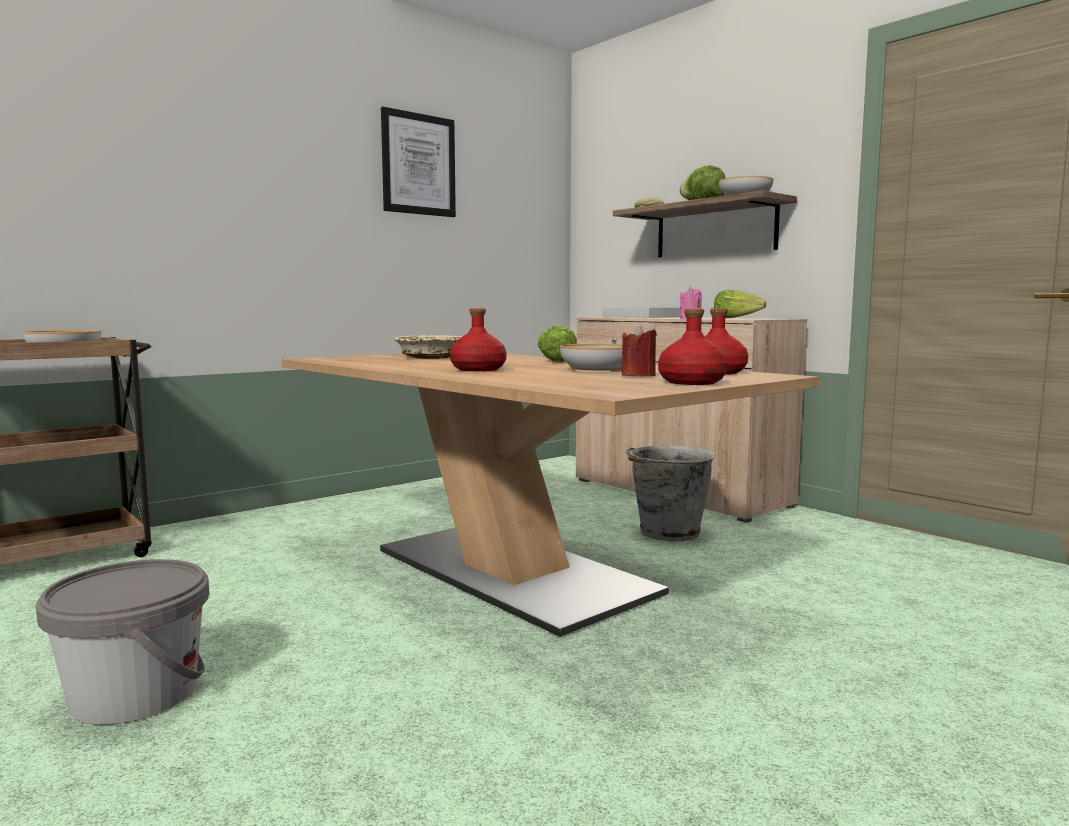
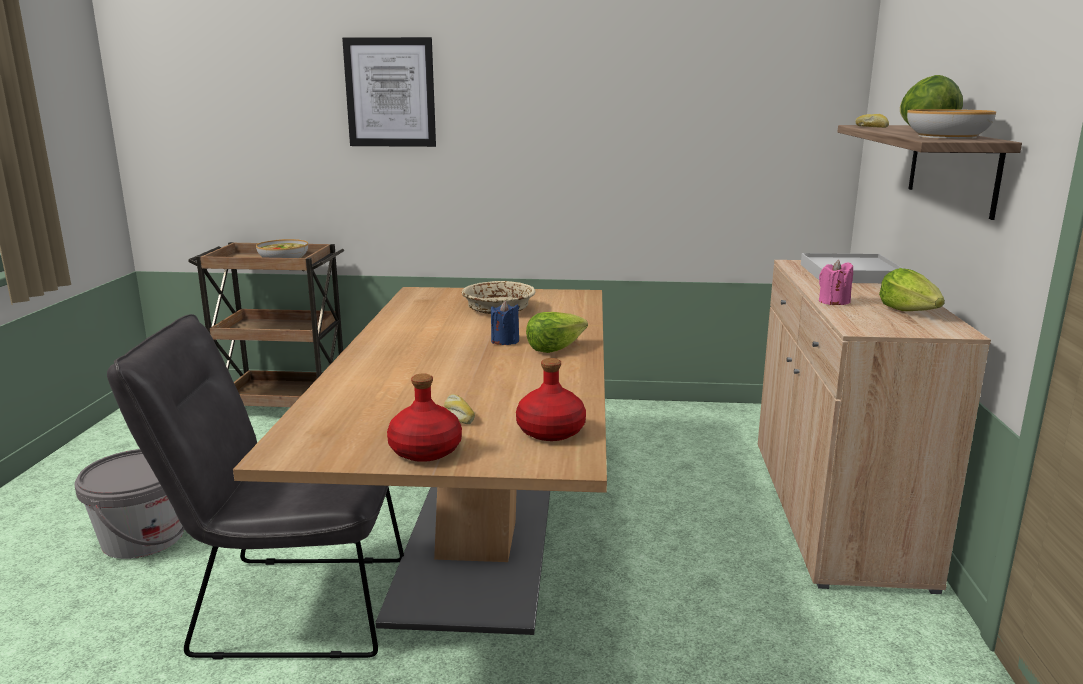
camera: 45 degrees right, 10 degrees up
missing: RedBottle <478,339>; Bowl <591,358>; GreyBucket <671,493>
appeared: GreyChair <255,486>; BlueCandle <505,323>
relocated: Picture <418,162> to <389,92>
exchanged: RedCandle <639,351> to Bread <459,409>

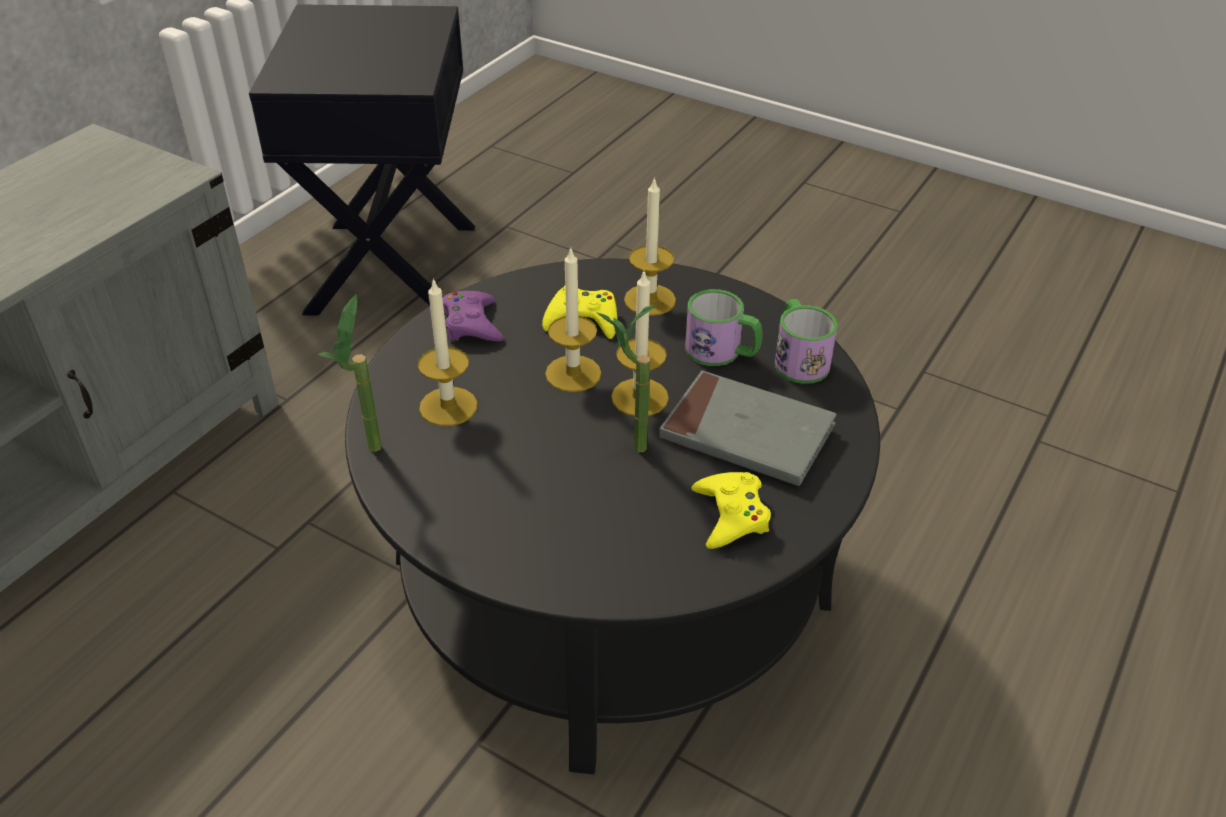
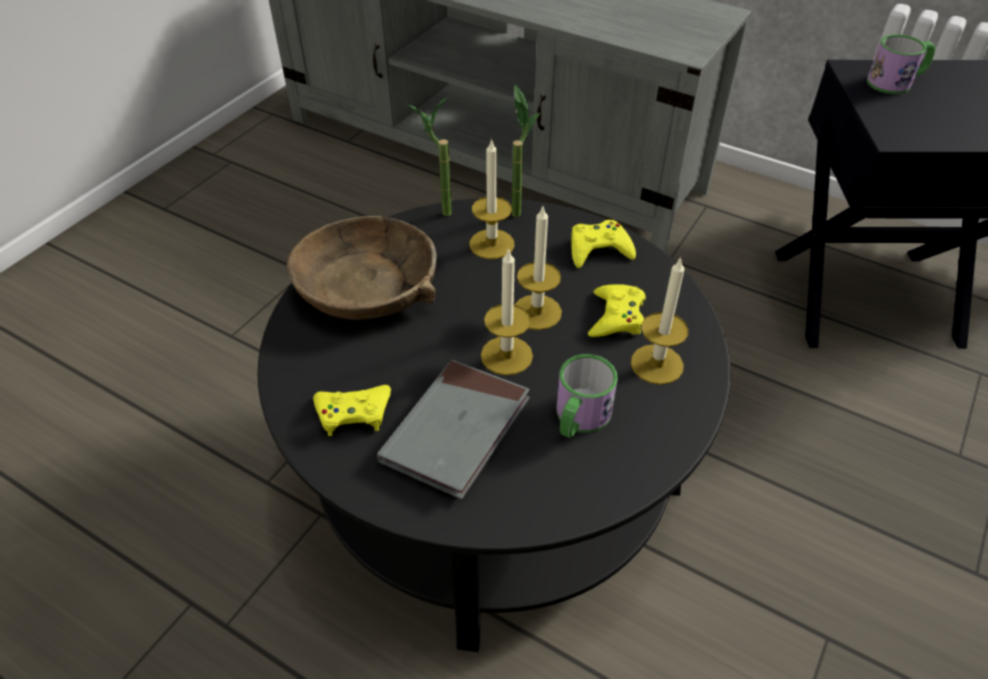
camera: 90 degrees right, 5 degrees up
appeared: BrownBowl <362,268>
relocated: PottedPlant <626,378> to <526,151>; Mug <806,341> to <901,64>
colour: PurpleGameController <473,316> to YellowGameController <603,244>

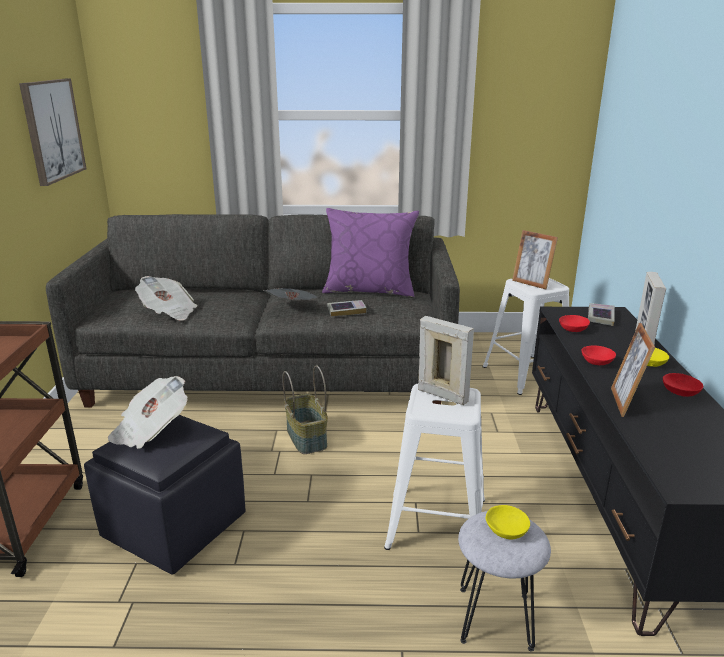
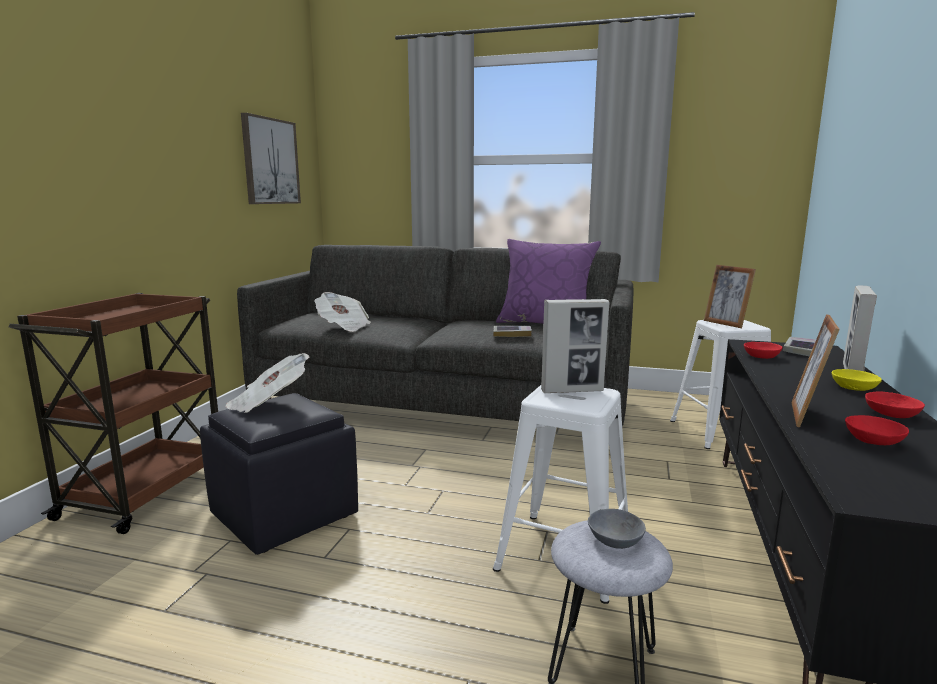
camera: 15 degrees right, 10 degrees down
missing: Newspaper <290,294>; Basket <305,409>
relocated: RedBowl <598,355> to <877,430>
colour: YellowBowl <508,522> to GreyBowl <617,529>
spun: PictureFrame <446,360> = <575,346> 120 degrees clockwise

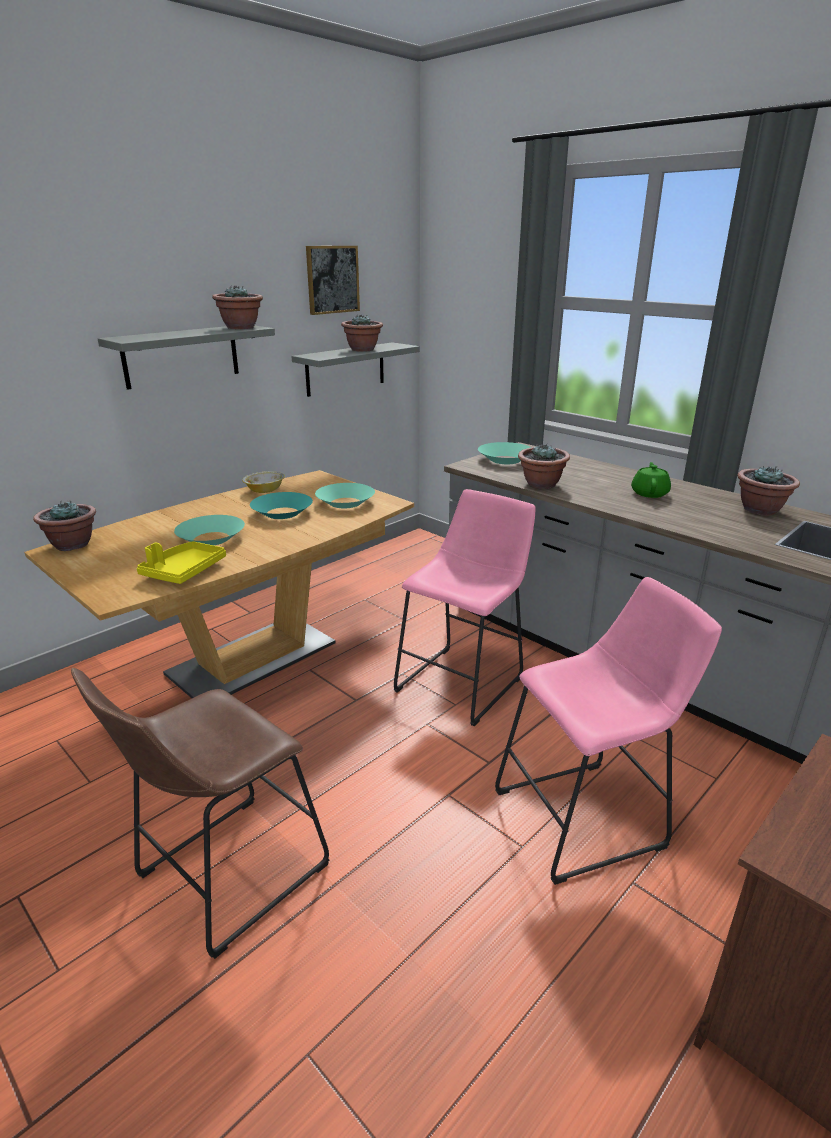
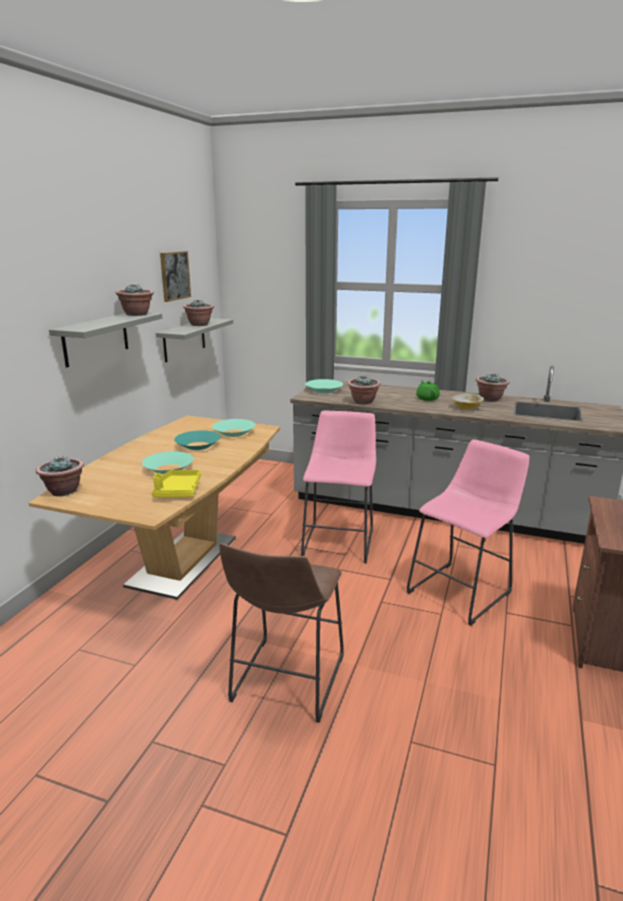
camera: 25 degrees left, 5 degrees down
relocated: Bowl <263,482> to <468,401>

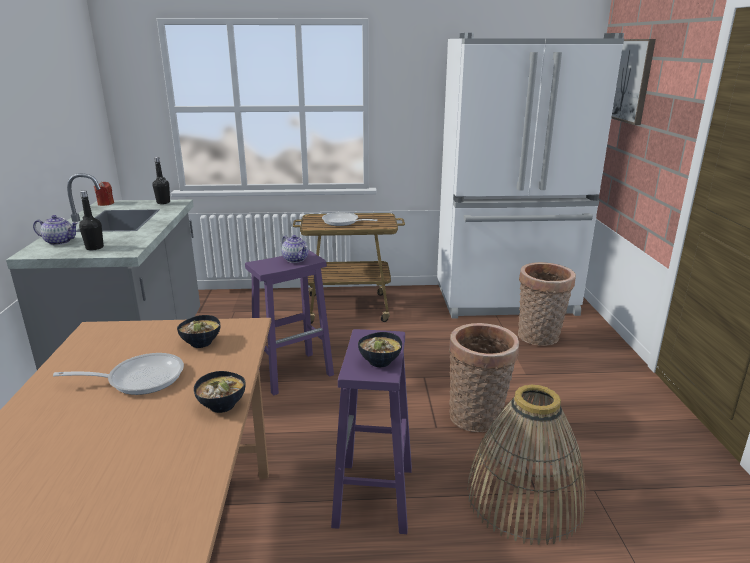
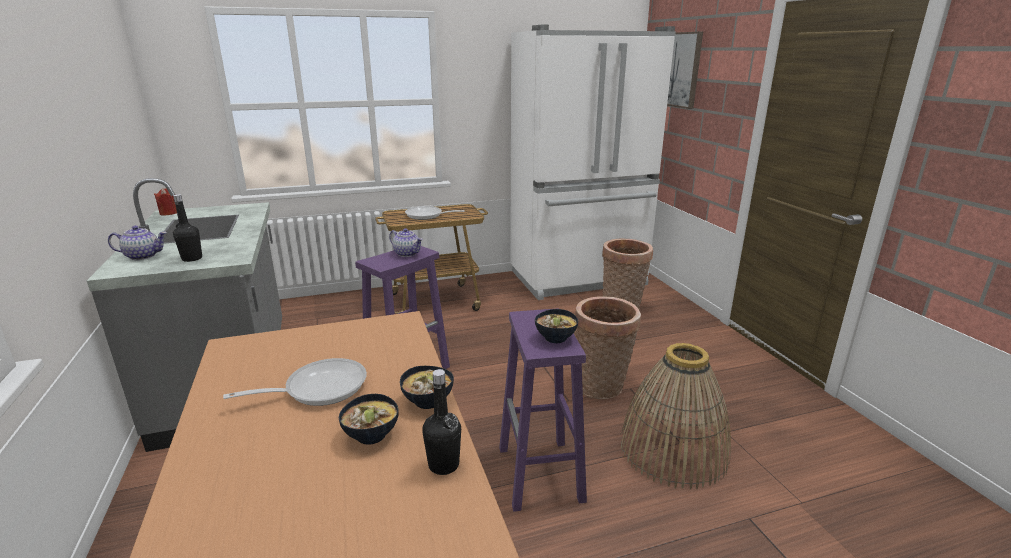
camera: 15 degrees left, 0 degrees up
relocated: BlackBottle <161,180> to <441,422>; Bowl <198,331> to <369,419>

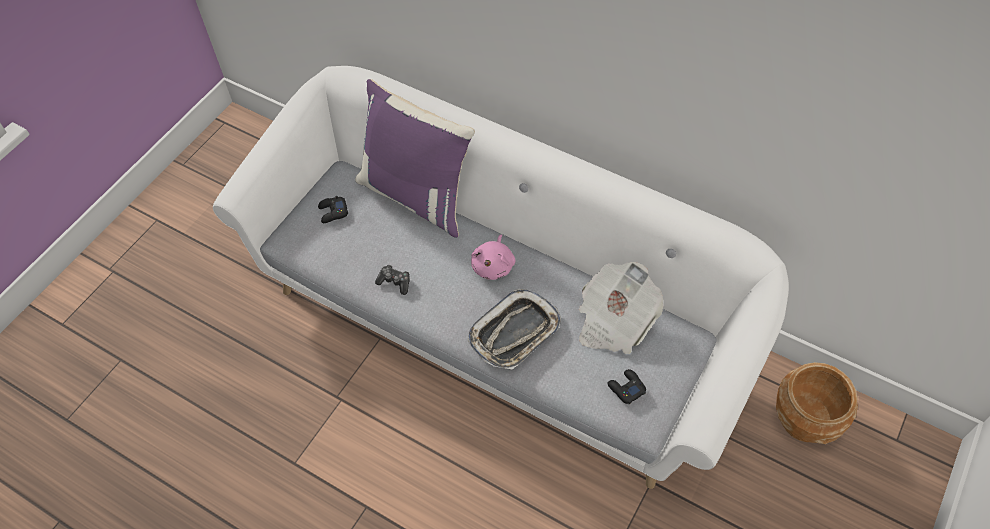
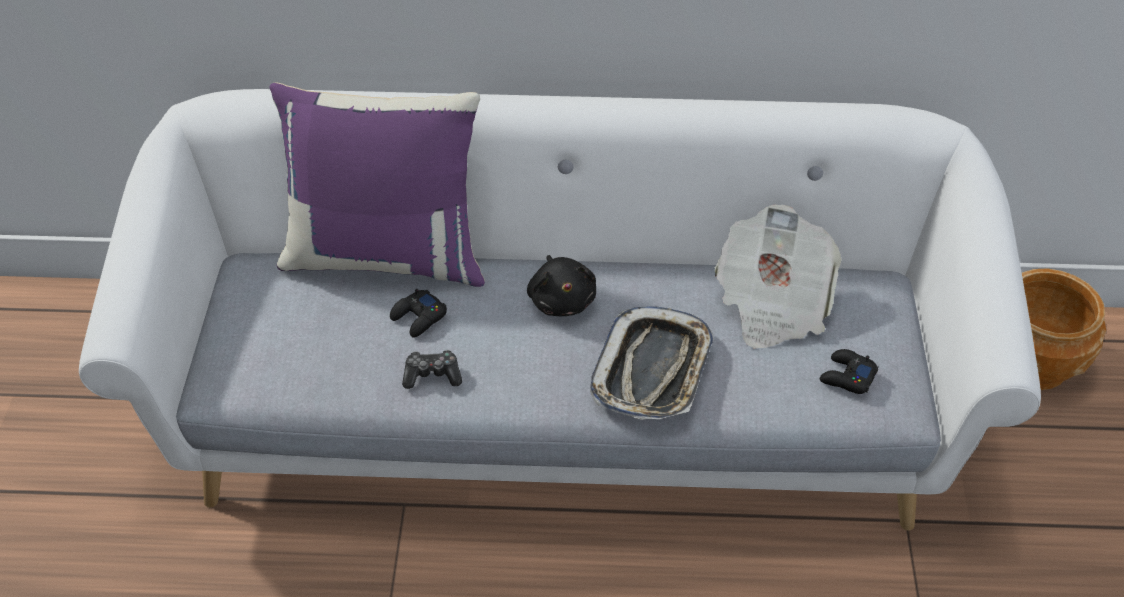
camera: 30 degrees left, 10 degrees down
relocated: BlackGameController <333,209> to <418,313>
colour: PinkPlushToy <493,257> to BlackPlushToy <561,285>

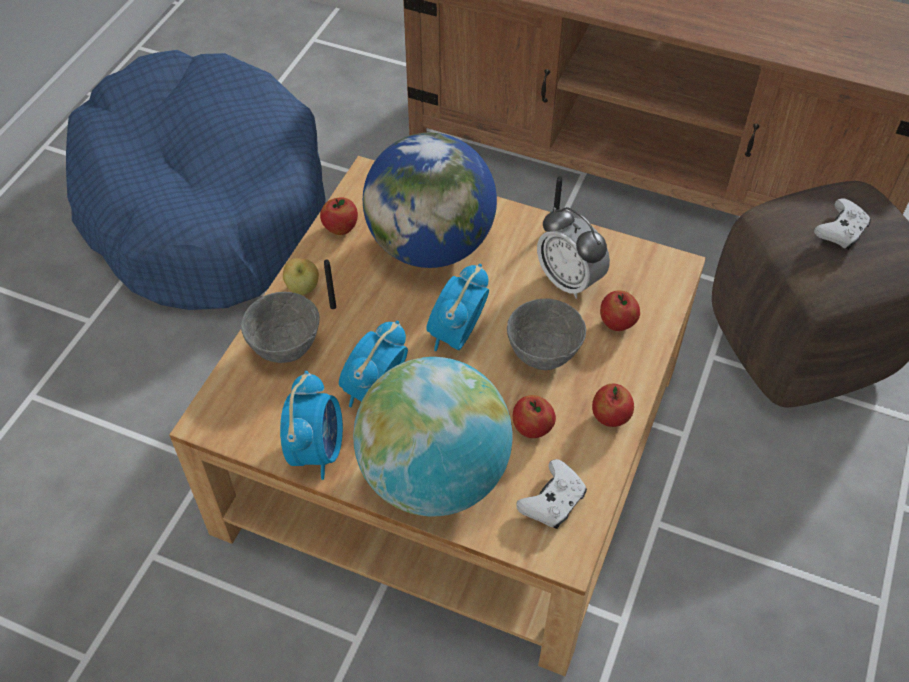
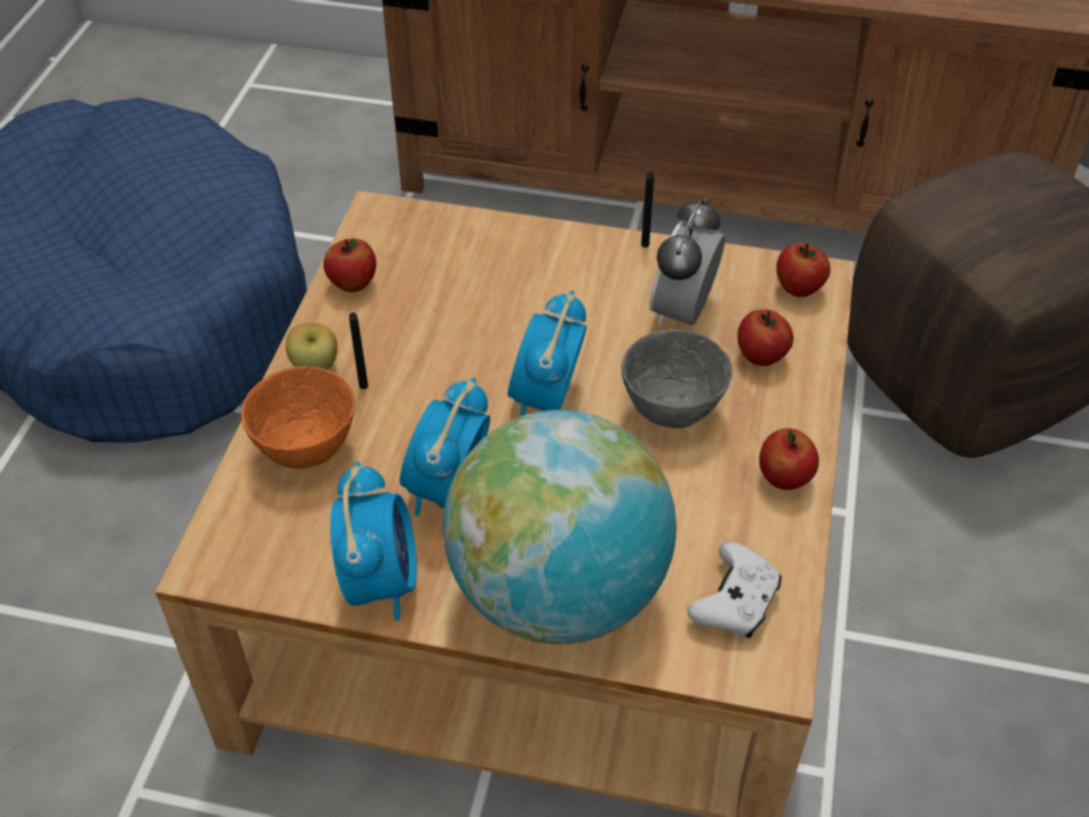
camera: 10 degrees left, 5 degrees down
missing: Globe <430,200>; WhiteGameController <842,224>
relocated: Apple <534,416> to <803,270>
colour: GreyBowl <280,327> to OrangeBowl <298,417>
spun: AlarmClock <573,253> = <687,262> 75 degrees clockwise

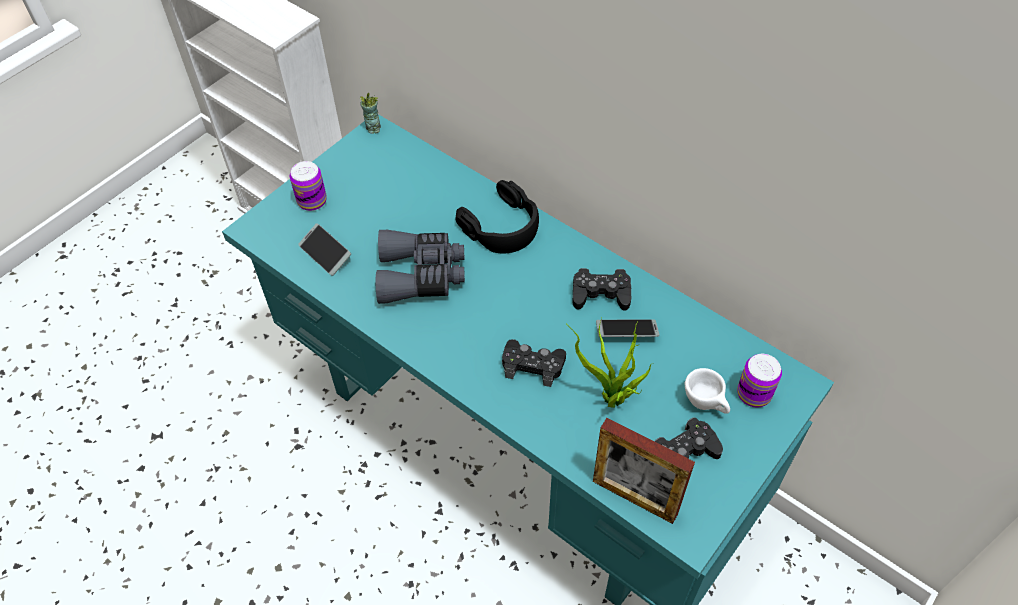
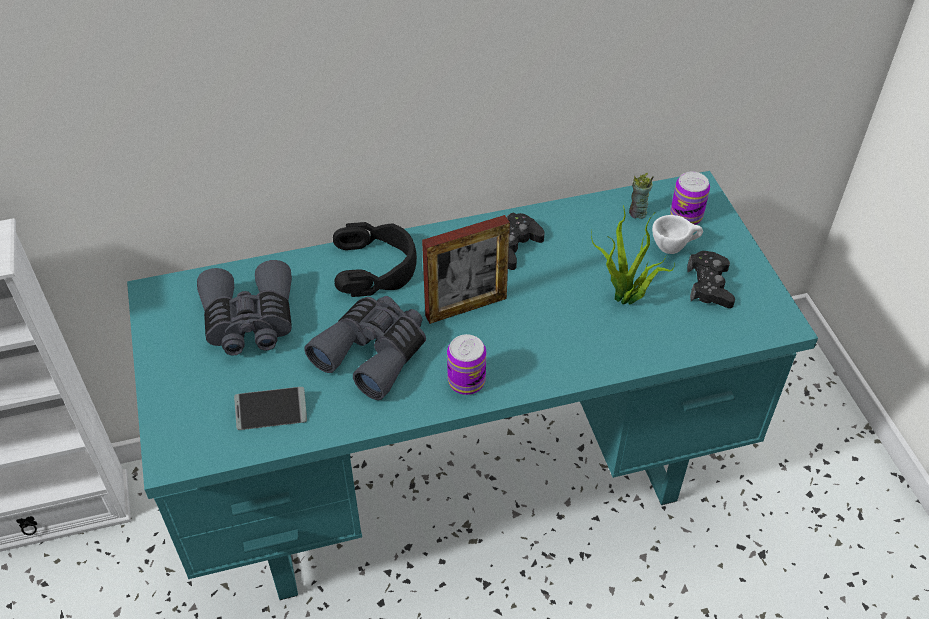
camera: 55 degrees left, 5 degrees down
missing: BlackGameController <534,363>; Phone <628,328>
appeared: GreyBinoculars <244,308>
relocated: Can <308,186> to <466,364>; Cup <370,113> to <641,196>; PictureFrame <644,471> to <466,269>

